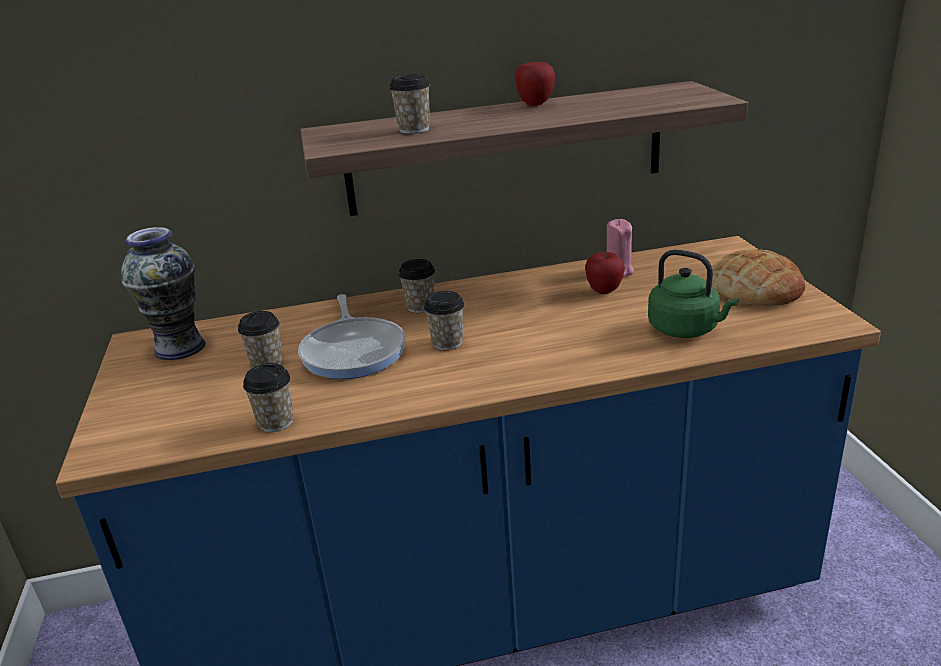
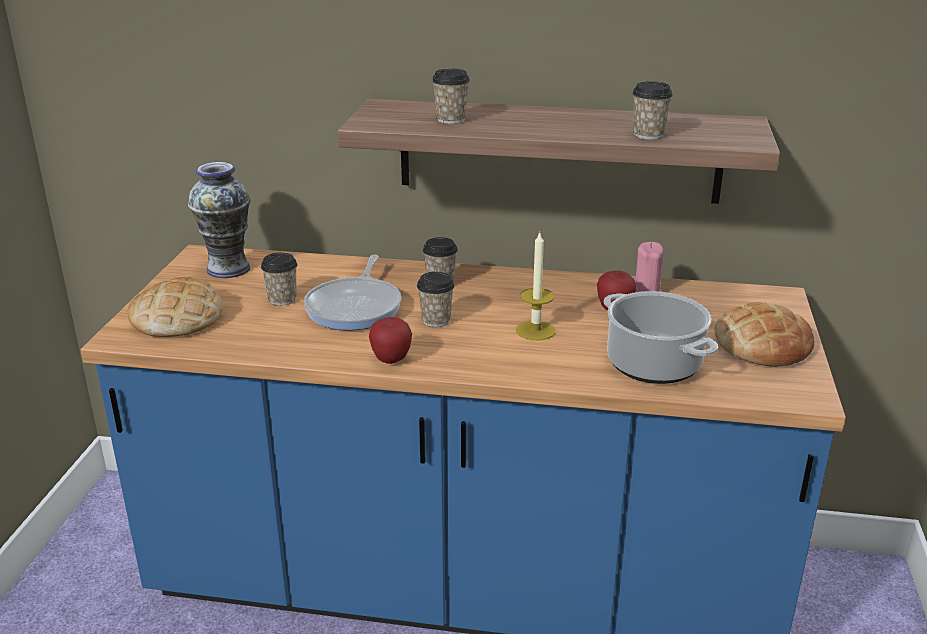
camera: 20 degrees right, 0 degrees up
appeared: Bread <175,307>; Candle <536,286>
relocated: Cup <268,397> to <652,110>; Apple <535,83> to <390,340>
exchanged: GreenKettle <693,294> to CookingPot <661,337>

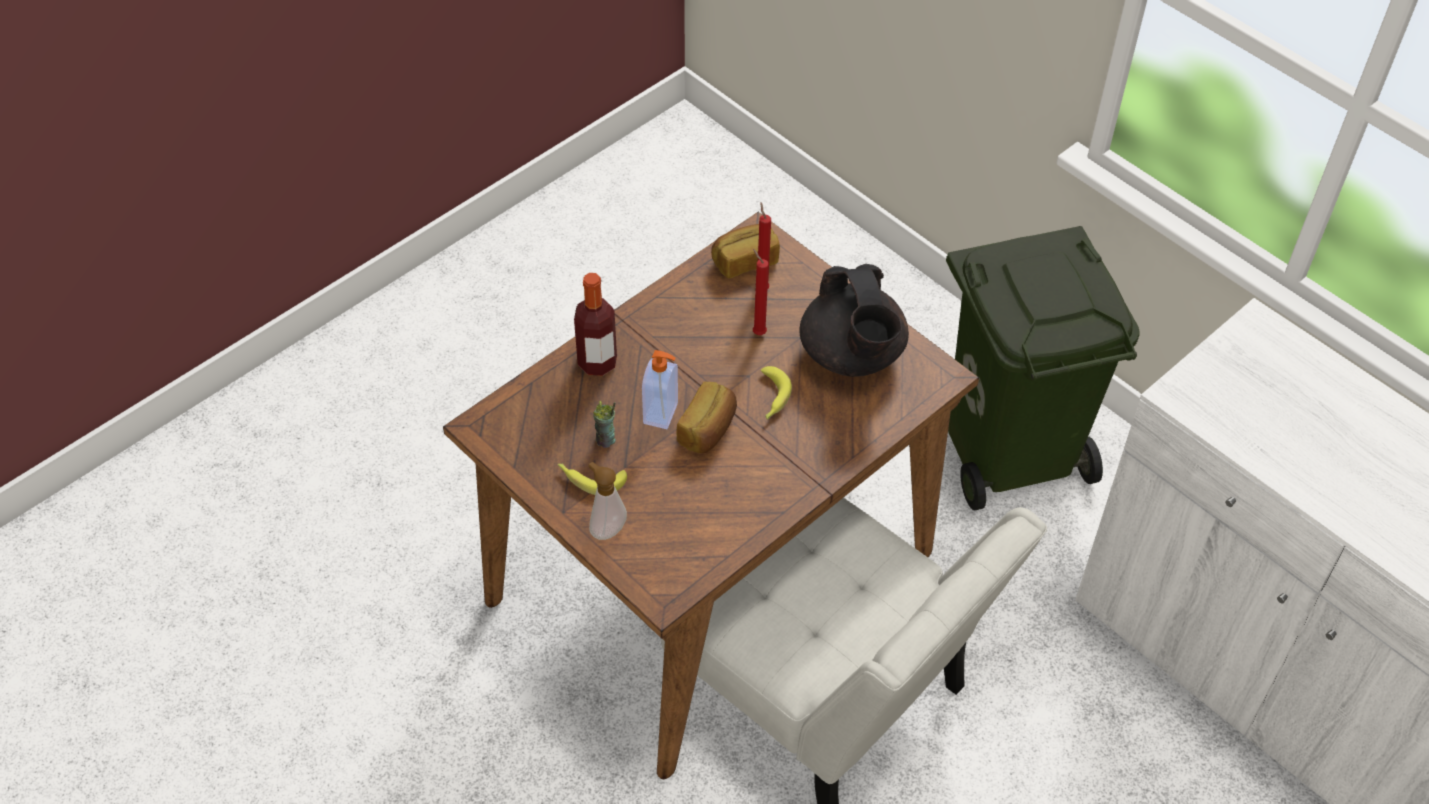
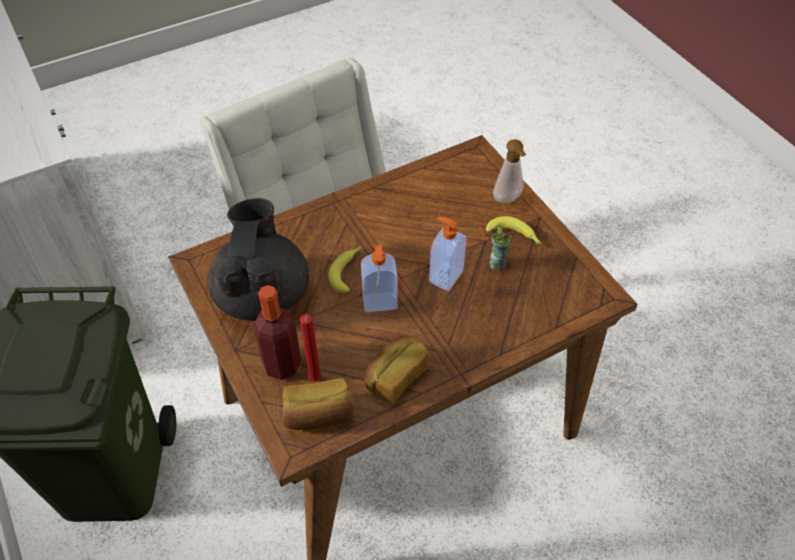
camera: 165 degrees left, 0 degrees up
missing: RedCandle <761,292>
appeared: SoapDispenser <379,278>
relocated: Bottle <595,324> to <277,332>; Bread <707,417> to <396,369>

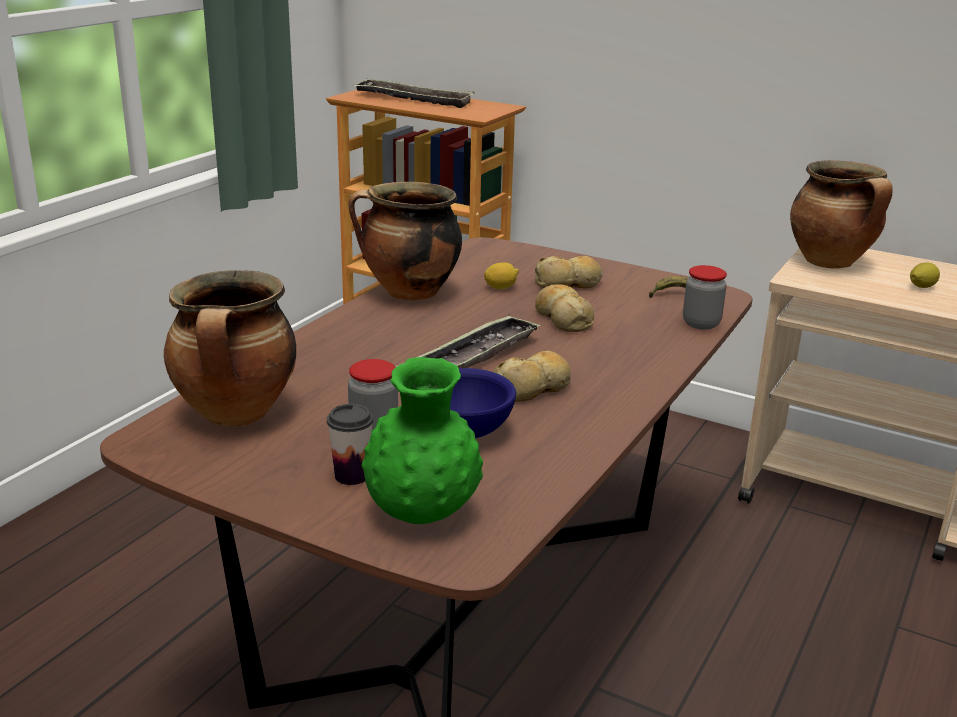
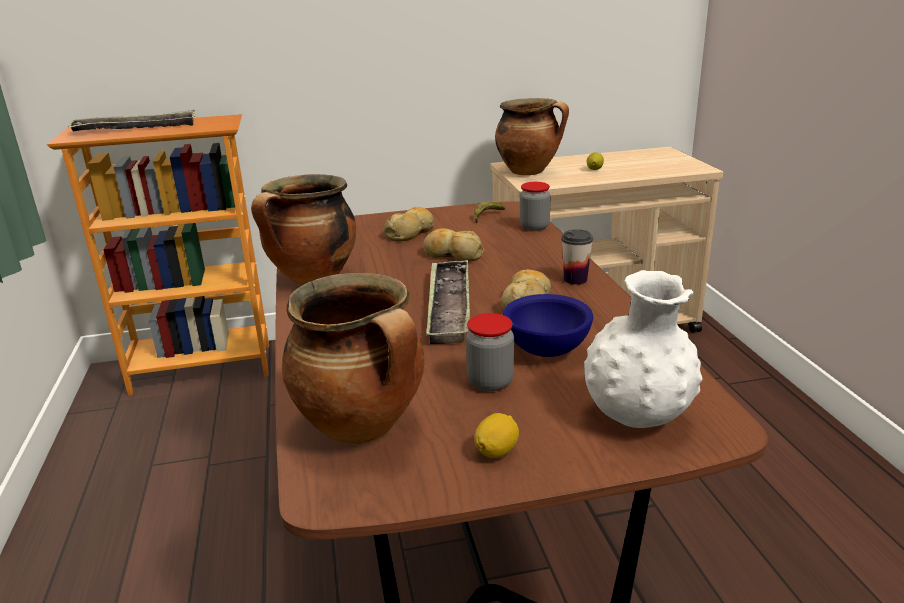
camera: 40 degrees left, 0 degrees up
relocated: Cup <350,444> to <577,257>; Lemon <501,275> to <496,435>
colour: GreenVase <422,440> to WhiteVase <643,349>

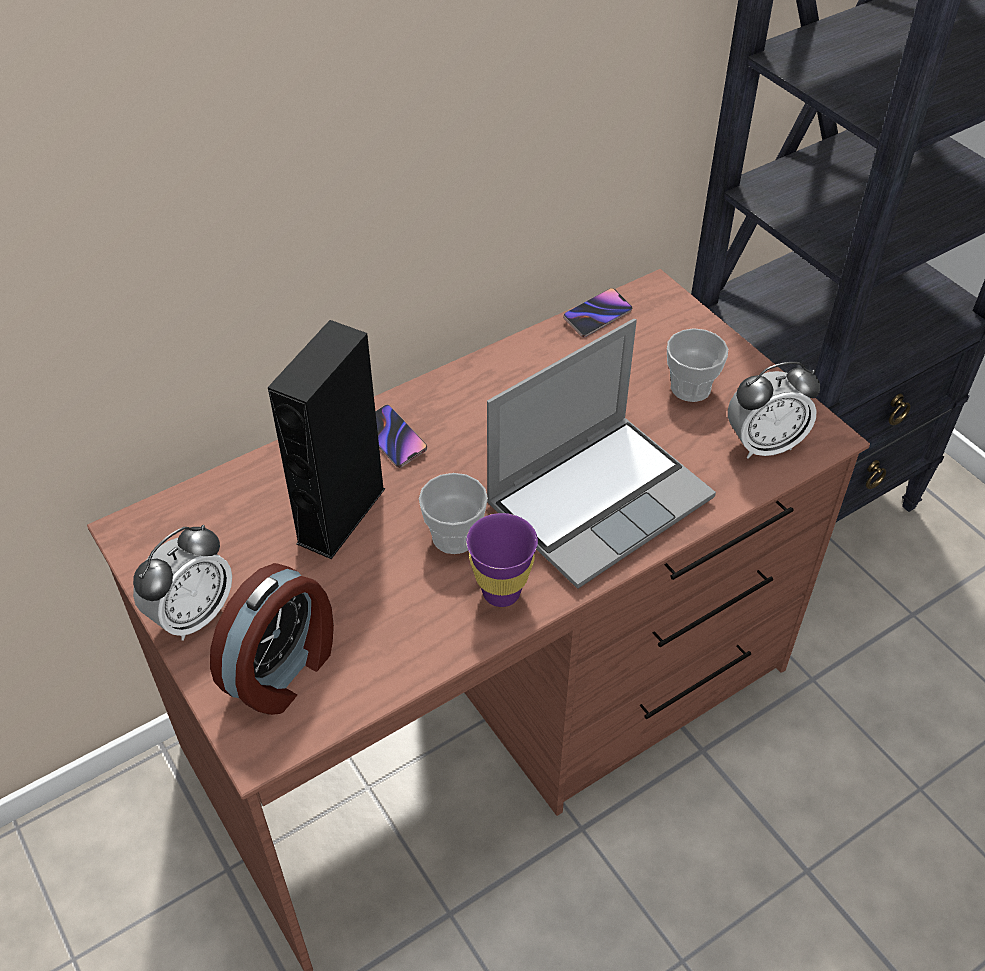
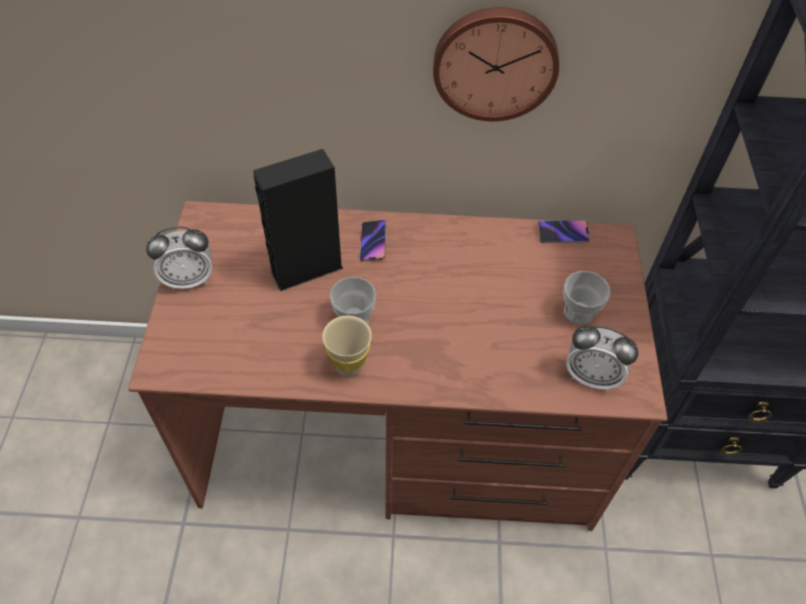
camera: 35 degrees right, 5 degrees up
missing: AlarmClock <272,639>; Laptop <601,454>
appeared: WallClock <496,64>
colour: PurpleCup <502,560> to BeigeCup <347,347>

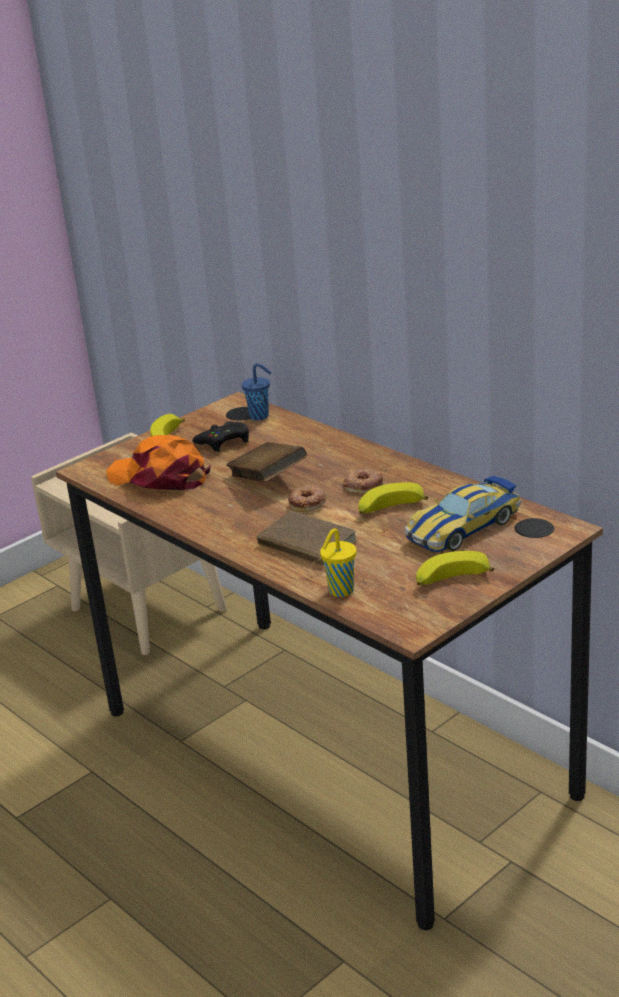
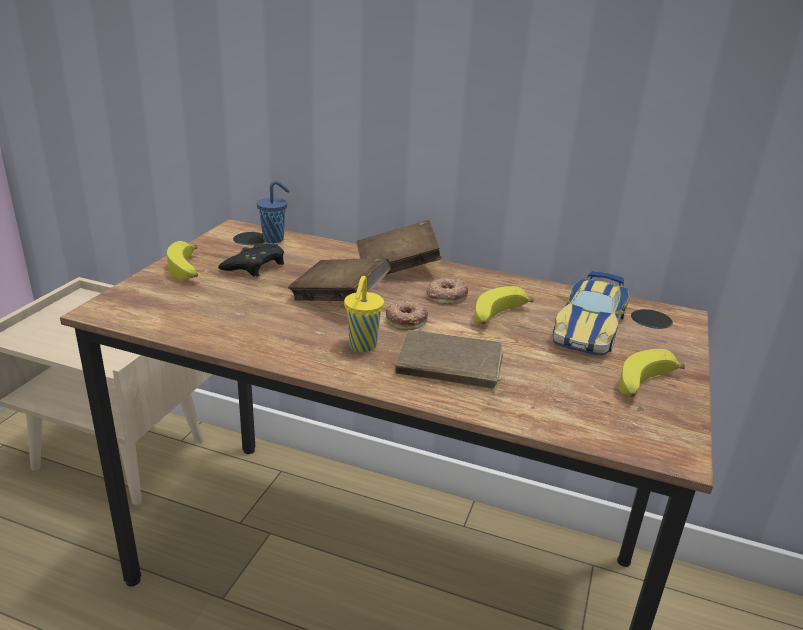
camera: 30 degrees left, 0 degrees up
missing: OrangeCap <158,462>
appeared: BrownBook <399,247>
relocated: YellowCup <338,562> to <364,314>

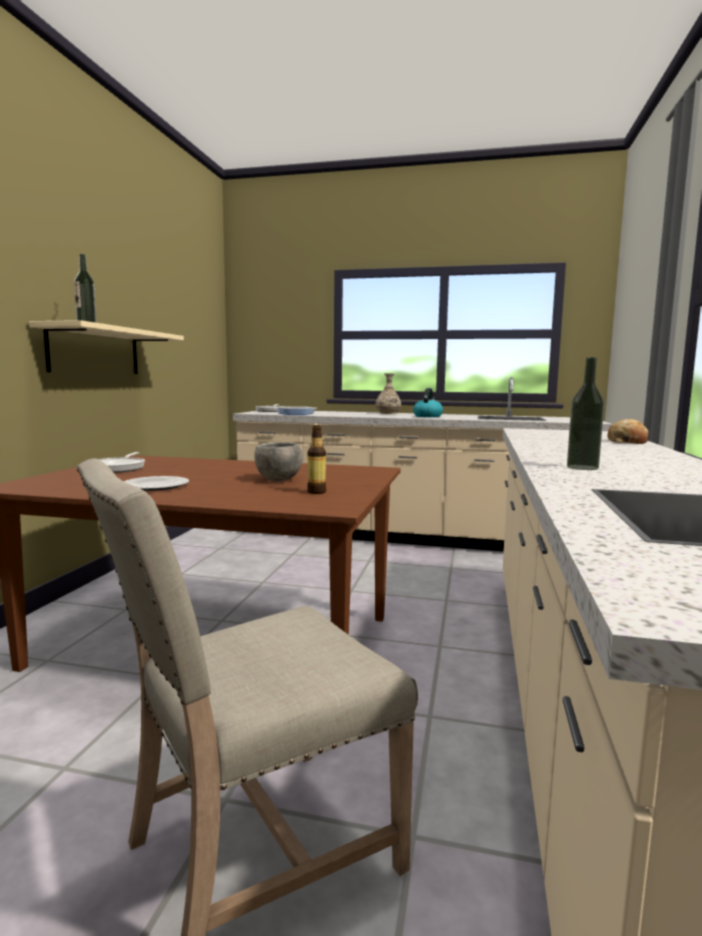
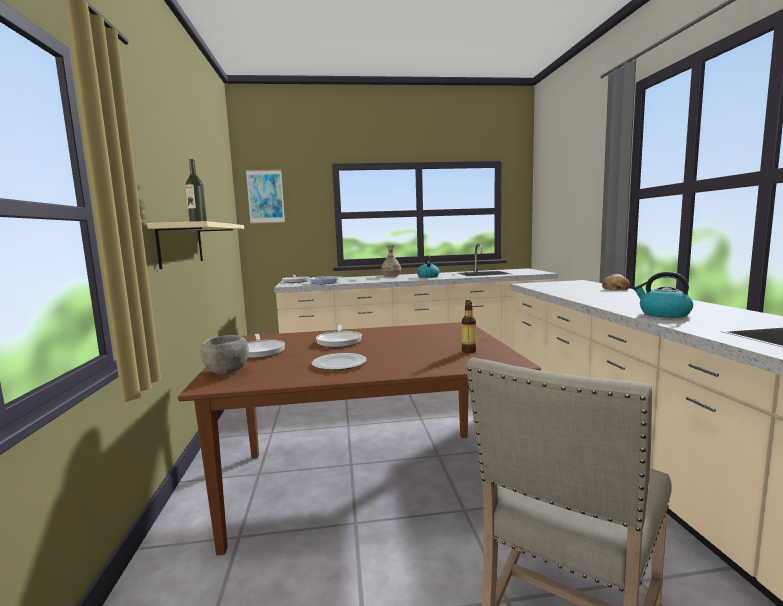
camera: 20 degrees left, 0 degrees up
appeared: Picture <265,197>; FryingPan <339,336>
relocated: GreyBowl <278,461> to <224,355>
exchanged: Bottle <585,413> to Kettle <663,295>

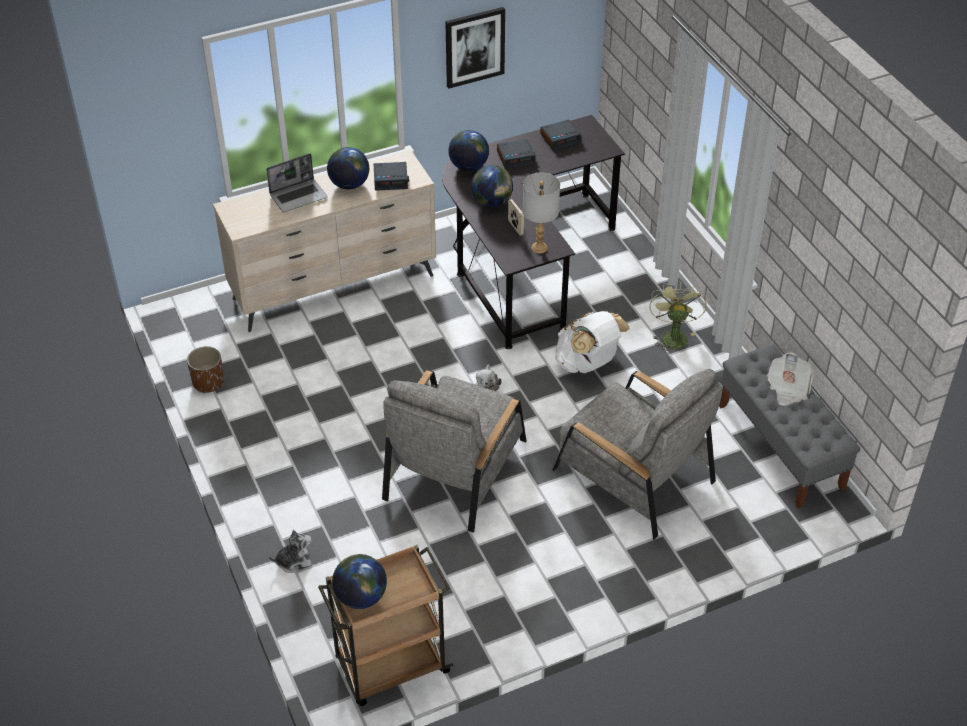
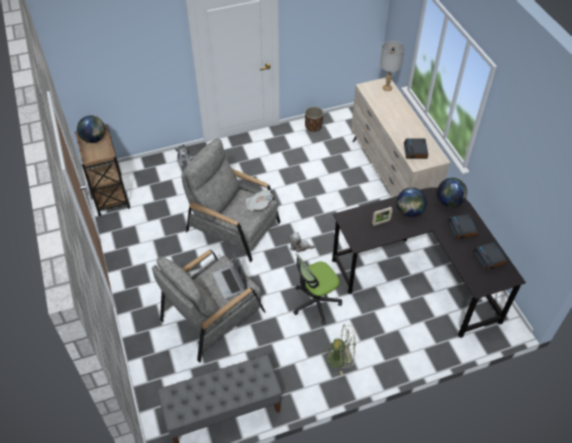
camera: 95 degrees right, 5 degrees up
missing: Globe <348,168>; Picture <475,48>
relocated: Laptop <296,182> to <229,275>; GreyTableLamp <541,213> to <392,66>; Newspaper <790,379> to <259,200>
exchanged: WhiteBackpack <592,342> to OfficeChair <317,289>

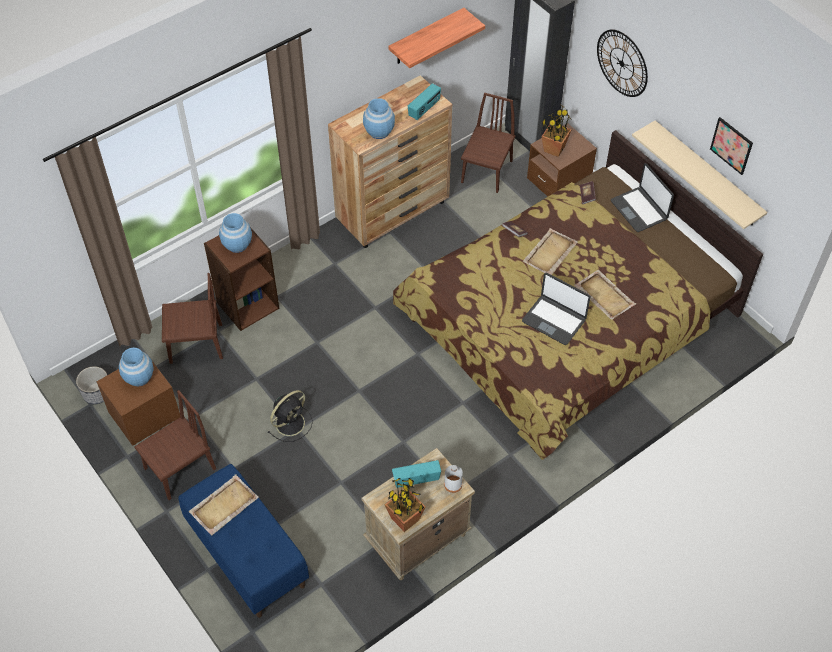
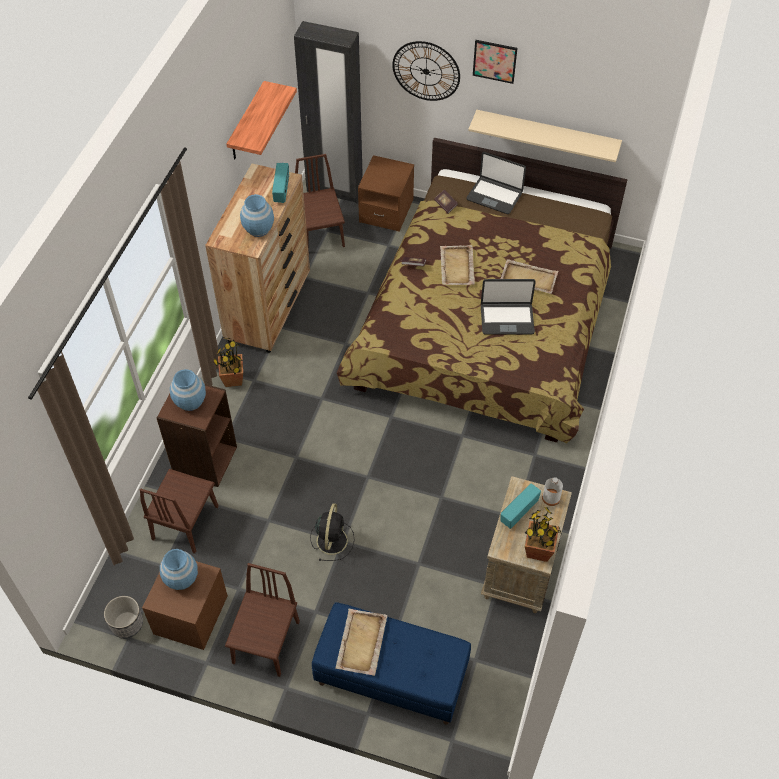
camera: 35 degrees left, 0 degrees up
relocated: PottedPlant <556,131> to <228,362>; Picture <731,146> to <495,62>
spun: BrownChair <192,318> = <179,511> 150 degrees clockwise

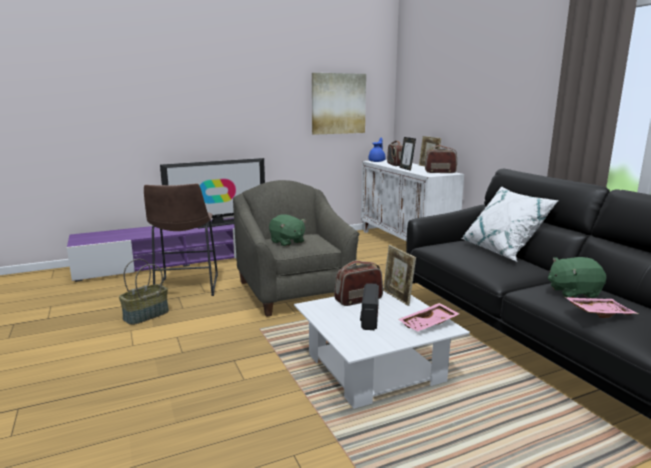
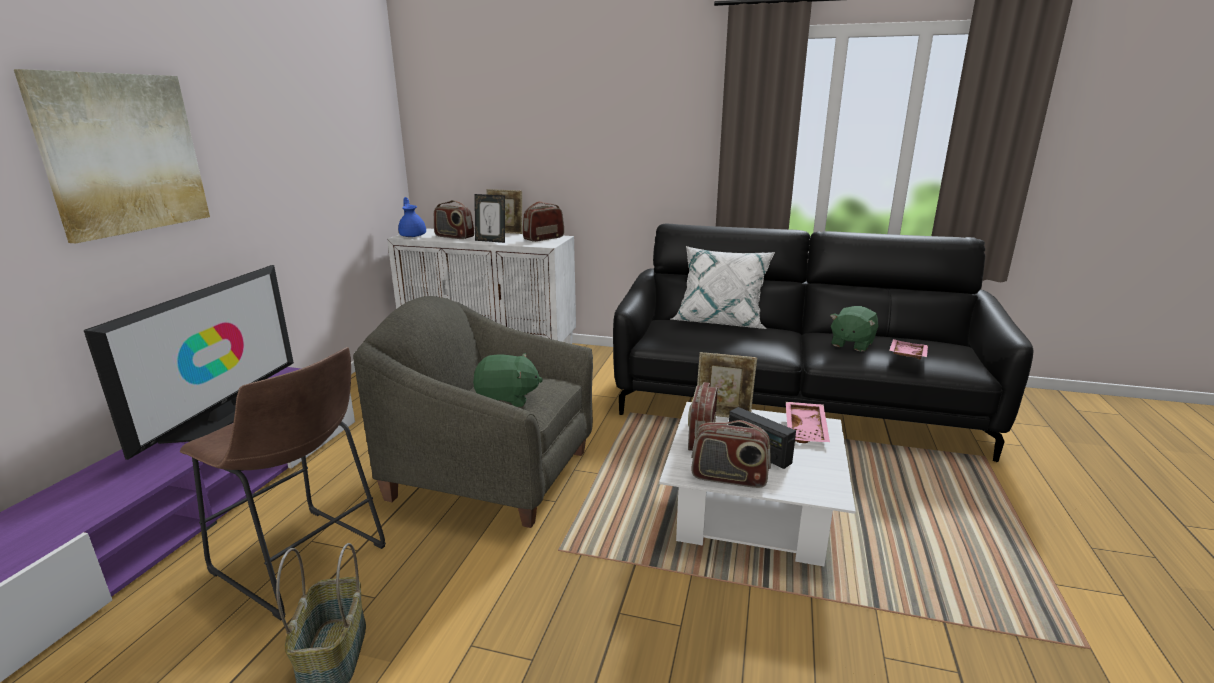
camera: 50 degrees left, 5 degrees up
appeared: Radio <731,454>
relocated: Picture <339,104> to <112,156>

